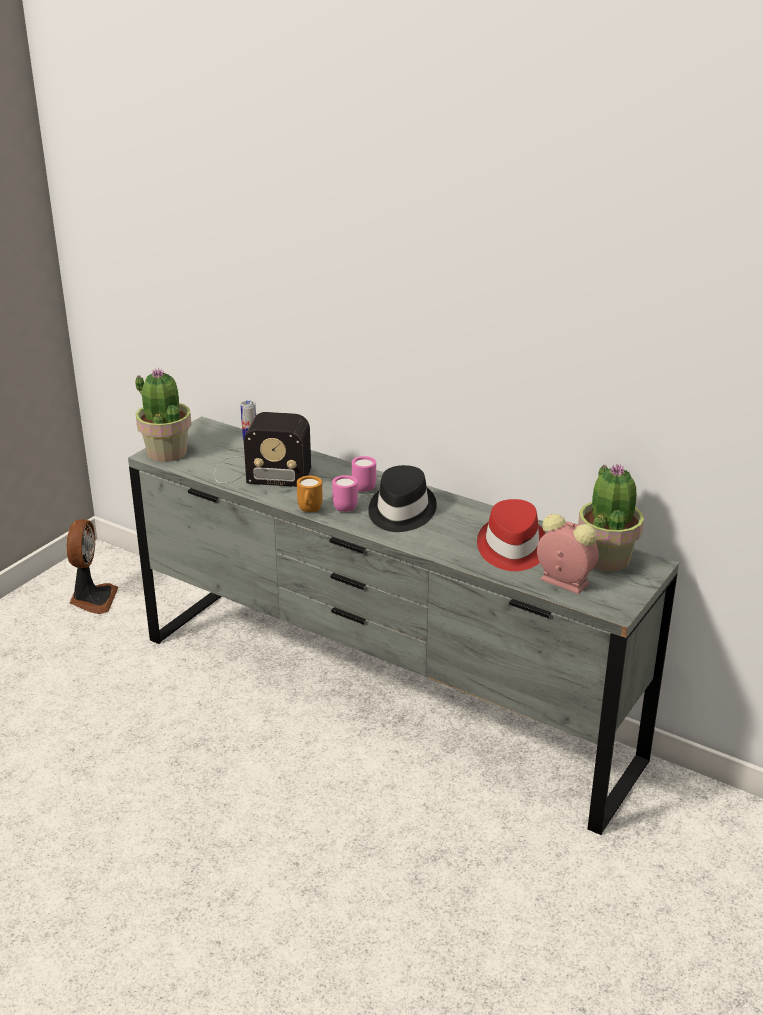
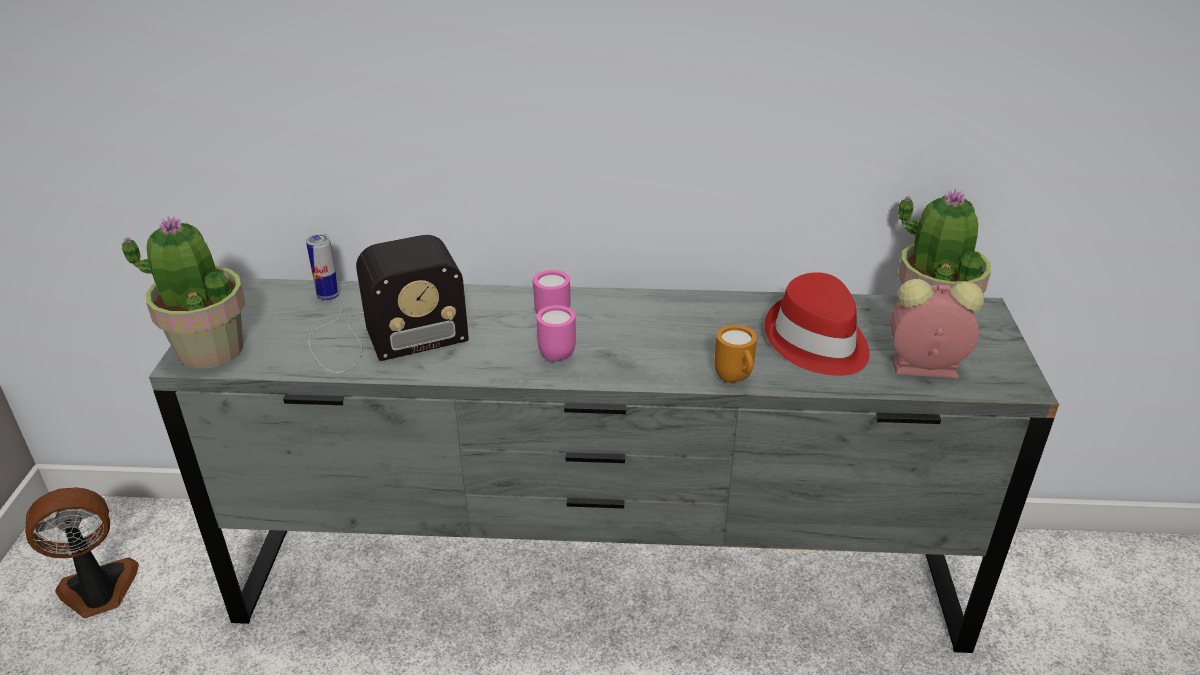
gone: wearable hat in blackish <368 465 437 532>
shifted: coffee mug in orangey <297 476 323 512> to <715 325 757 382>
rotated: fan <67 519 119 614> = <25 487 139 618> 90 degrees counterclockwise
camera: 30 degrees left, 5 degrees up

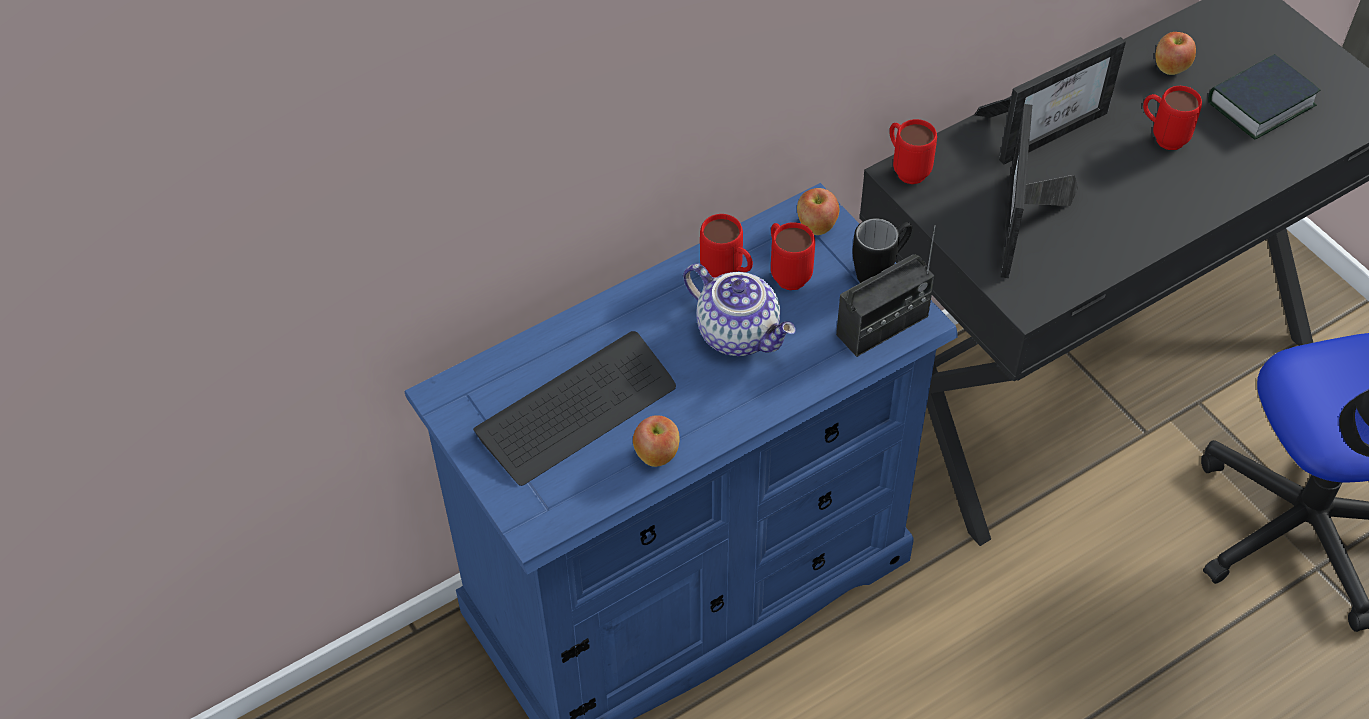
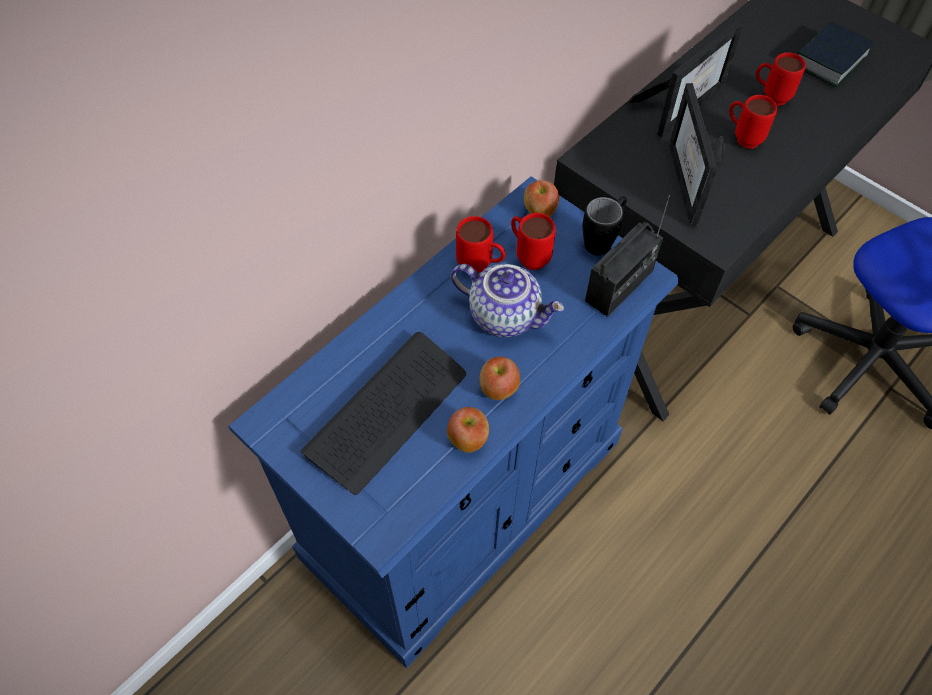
shifted: apple <1156 32 1196 75> to <480 357 520 400>; coffee mug in reddish <889 119 937 184> to <729 95 777 149>
camera: 15 degrees left, 5 degrees up

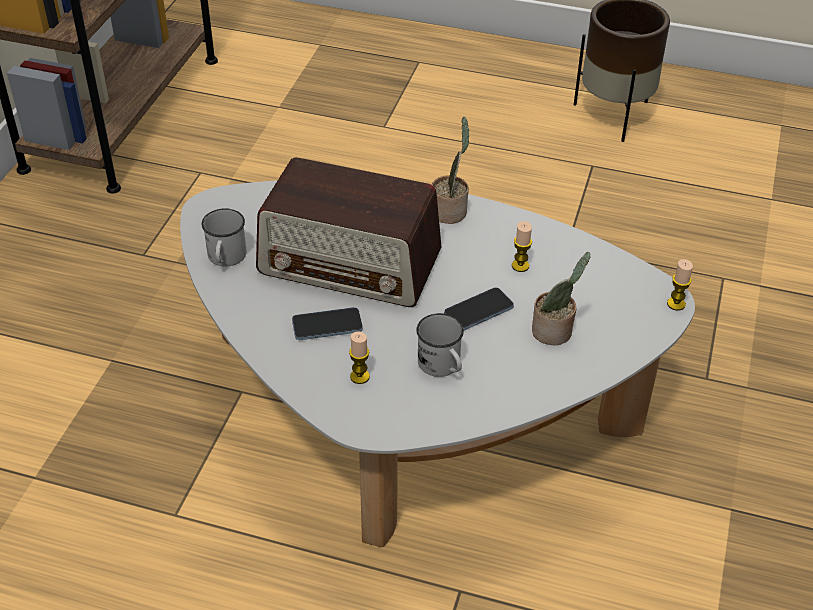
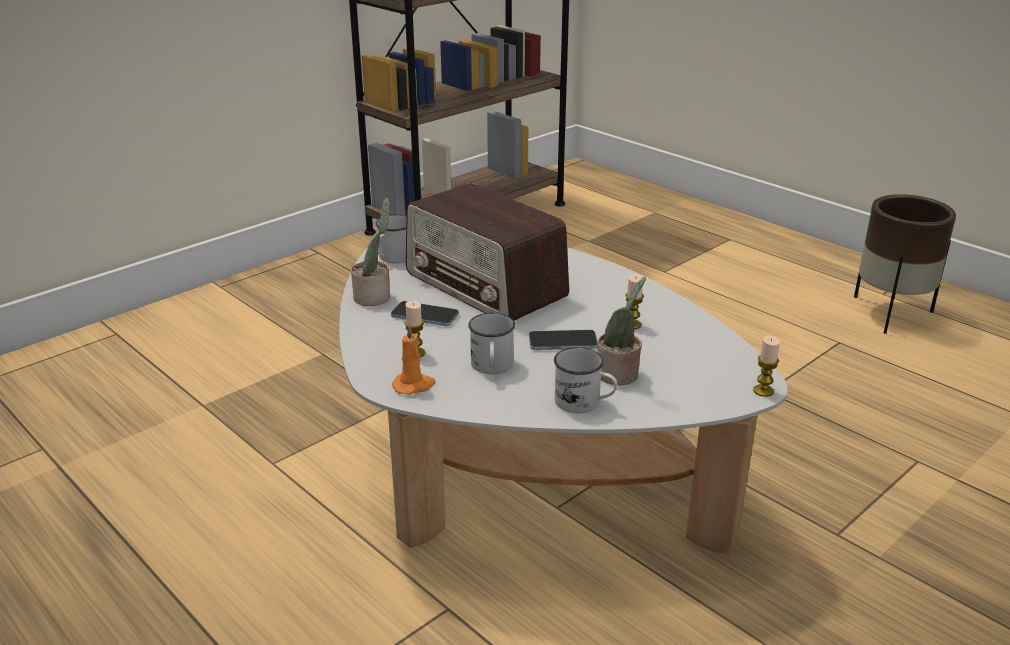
new: candle in orangey <392 324 436 395>; coffee mug in whitish <554 347 617 413>
shifted: potted plant <432 117 470 224> to <351 198 390 306>
camera: 30 degrees right, 15 degrees down

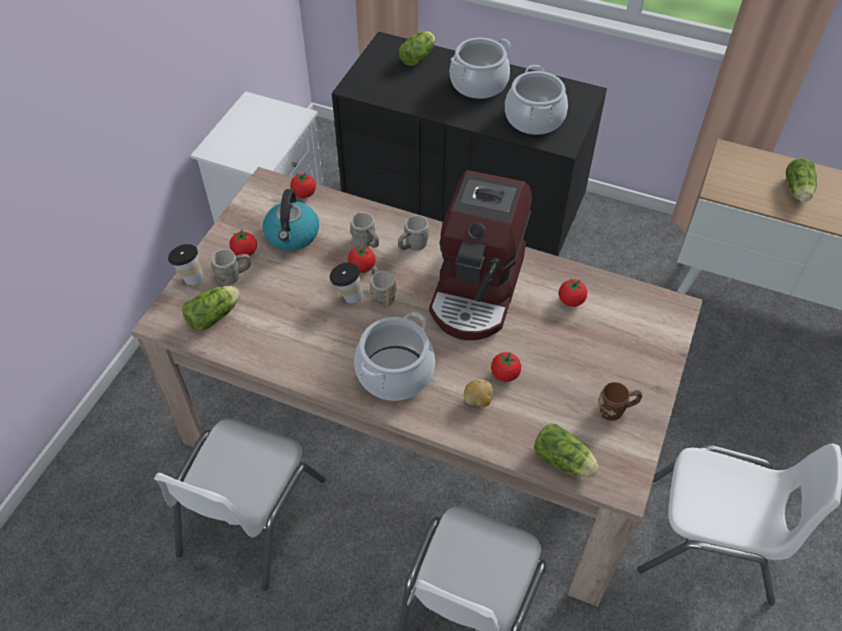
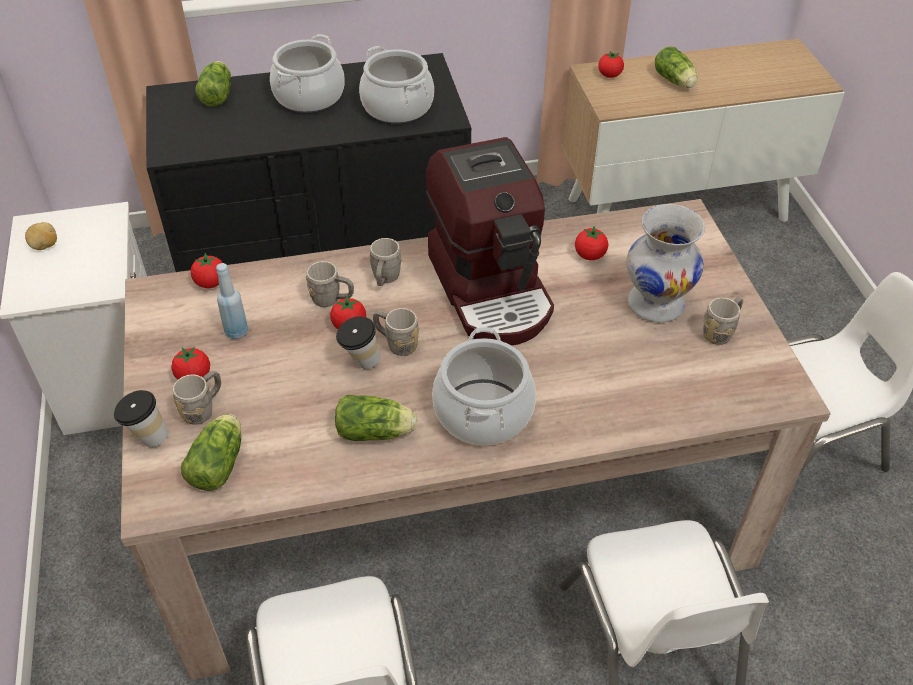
new: vase in whitish <626 204 705 322>
shifted: whole tomato <491 352 521 382> to <598 51 624 78>; spud <464 379 493 407> to <25 222 57 250>; lettuce head <534 424 599 477> to <335 395 417 441>
swapped: water kettle <263 189 319 251> to drink bottle in bluish <216 263 248 339>
repainted: coffee mug in brown-coloured <598 382 642 421> to coffee mug in grey <703 297 743 345>
camera: 35 degrees left, 5 degrees down

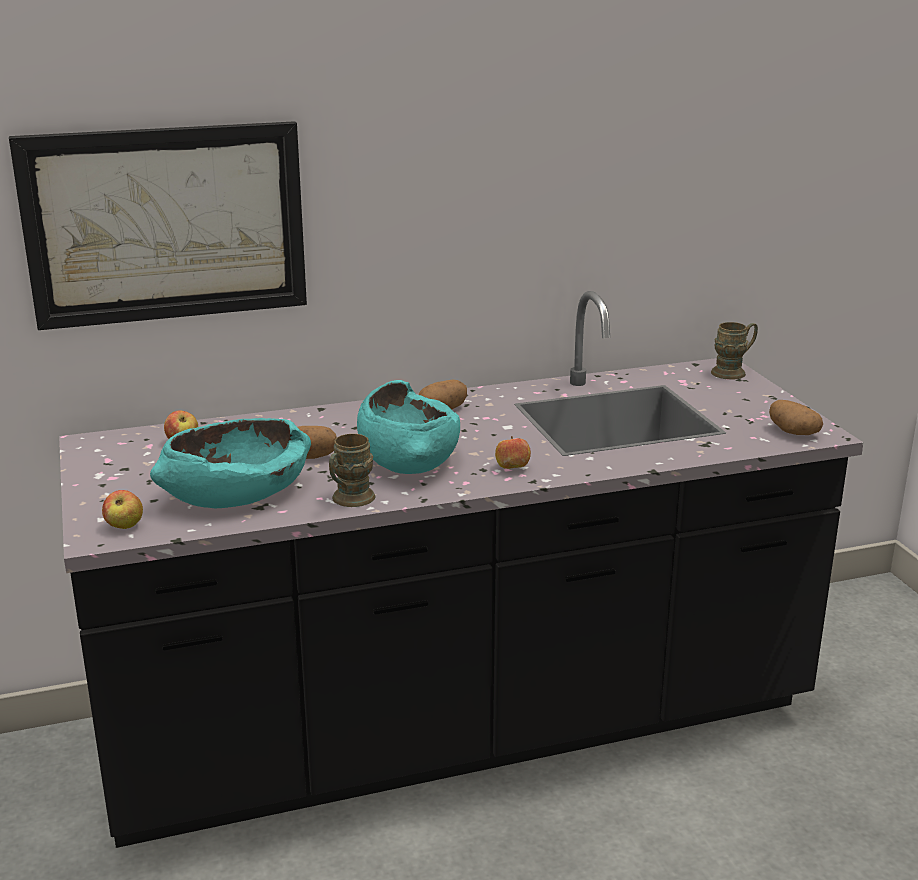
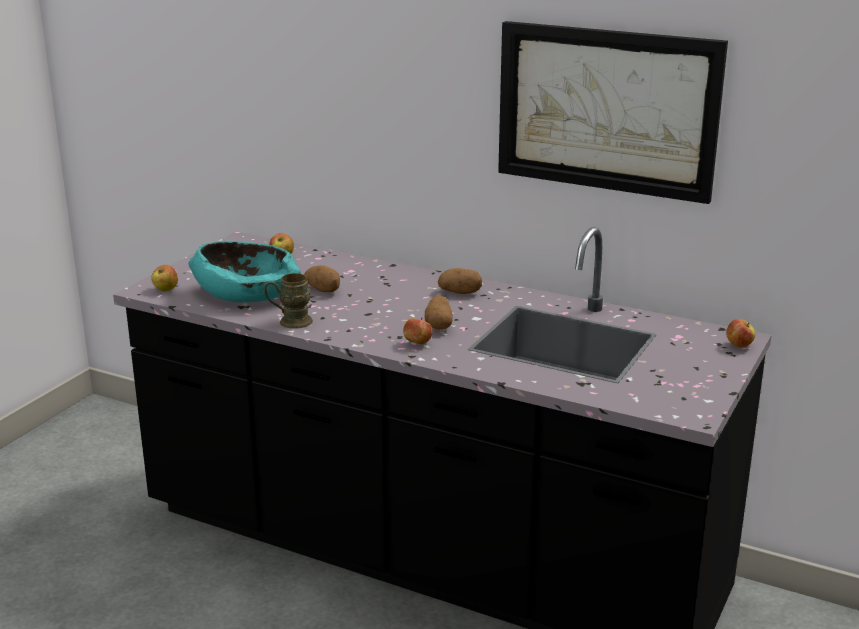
gone: serving bowl in turquoise <357 380 460 474>
shifted: wall art <9 121 307 330> to <498 21 728 204>; spud <769 400 823 435> to <425 296 453 330>
swapped: coffee mug in brown-coloured <711 322 758 380> to apple <726 319 755 347>
camera: 45 degrees right, 0 degrees up

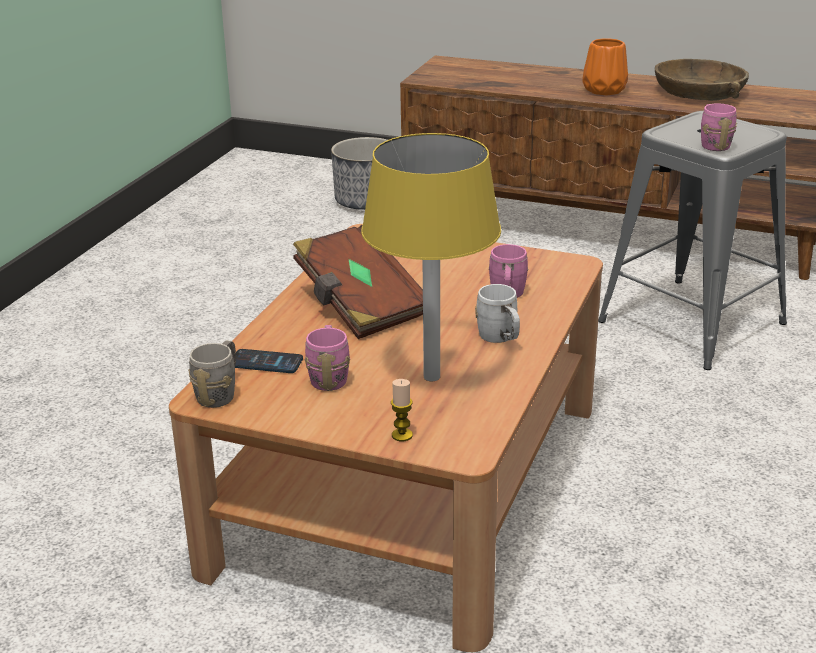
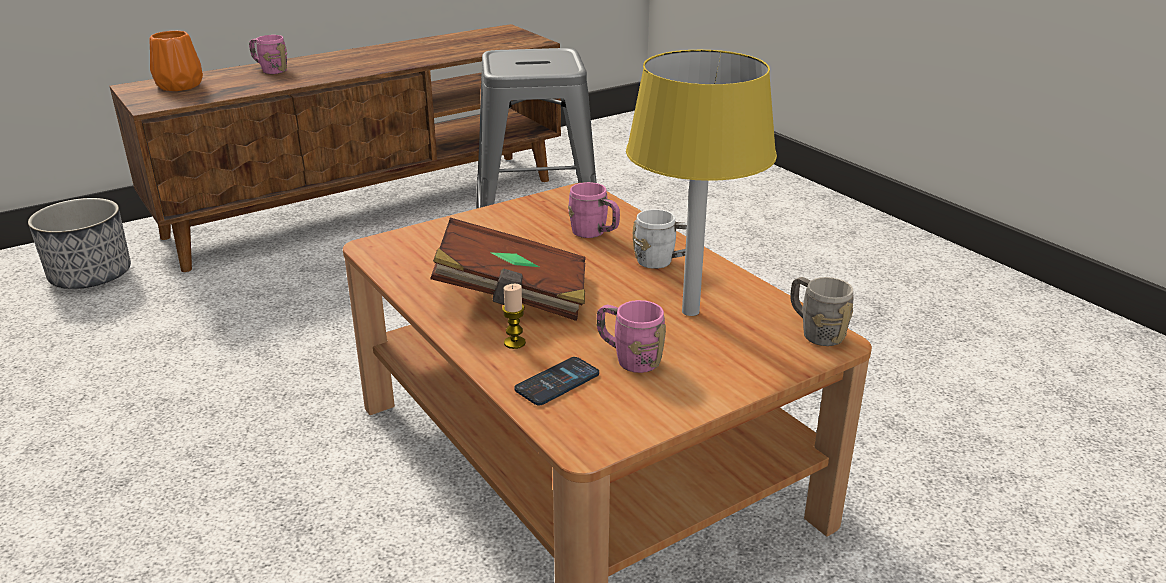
gone: serving bowl in brown-coloured <655 59 749 101>
shifted: vase in orangey <582 38 628 95> to <149 31 203 91>; coffee mug in pinkish <701 104 737 151> to <249 35 287 74>; coffee mug in grey <188 341 236 408> to <790 277 854 346>; candle <391 379 413 441> to <502 284 526 349>
camera: 55 degrees left, 0 degrees up

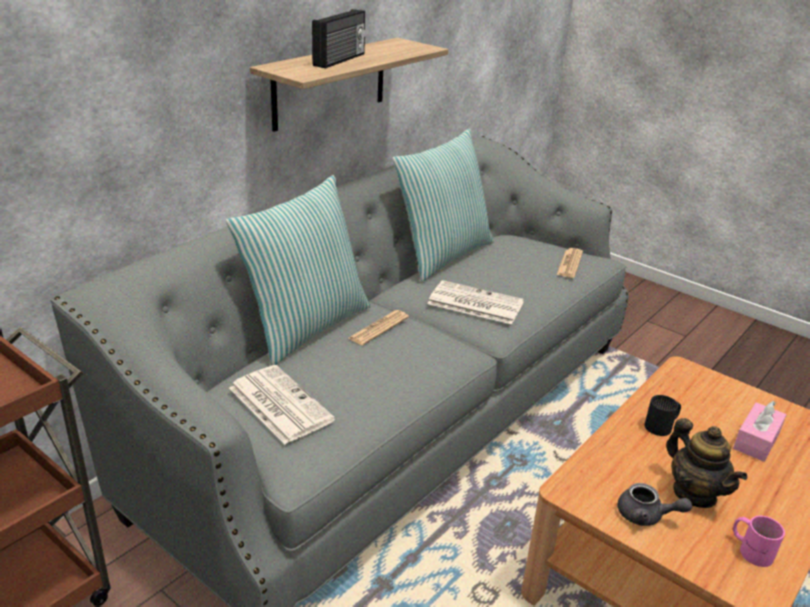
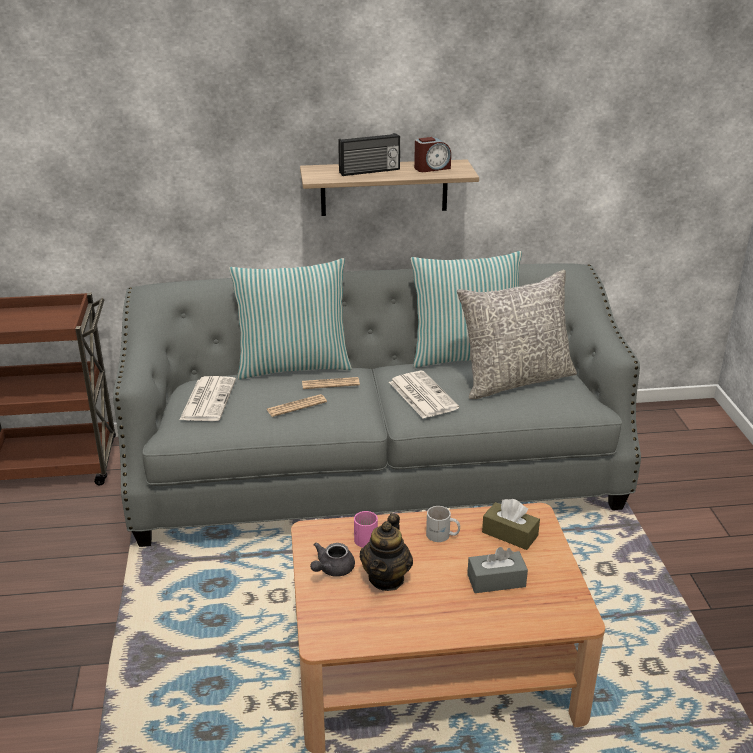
new: alarm clock <414 137 451 172>; pillow in grey <457 270 577 399>; tissue box in brown-coloured <482 499 540 550>
shifted: newspaper <557 248 583 278> to <266 394 327 417>; coffee mug in pinkish <733 515 785 567> to <354 511 378 548>
repainted: coffee mug in blackish <644 395 681 436> to coffee mug in whitish <426 506 460 542>; tissue box in pinkish <733 401 786 462> to tissue box in grey <467 547 528 593>
rotated: tea pot in grey <617 483 692 526> = <310 543 355 577> 60 degrees clockwise
camera: 45 degrees right, 0 degrees up

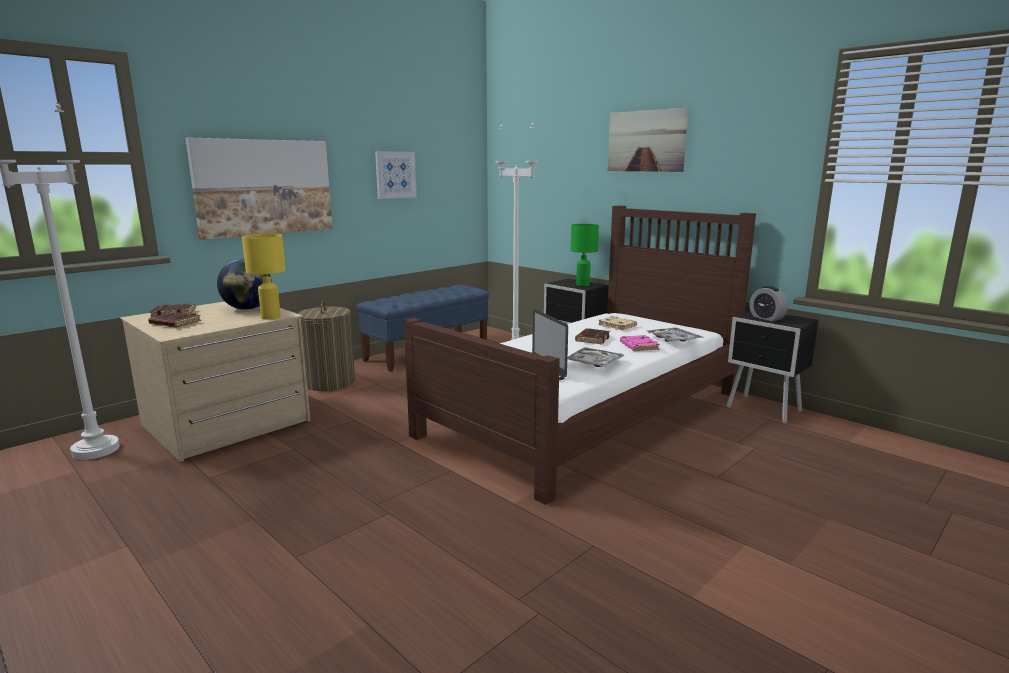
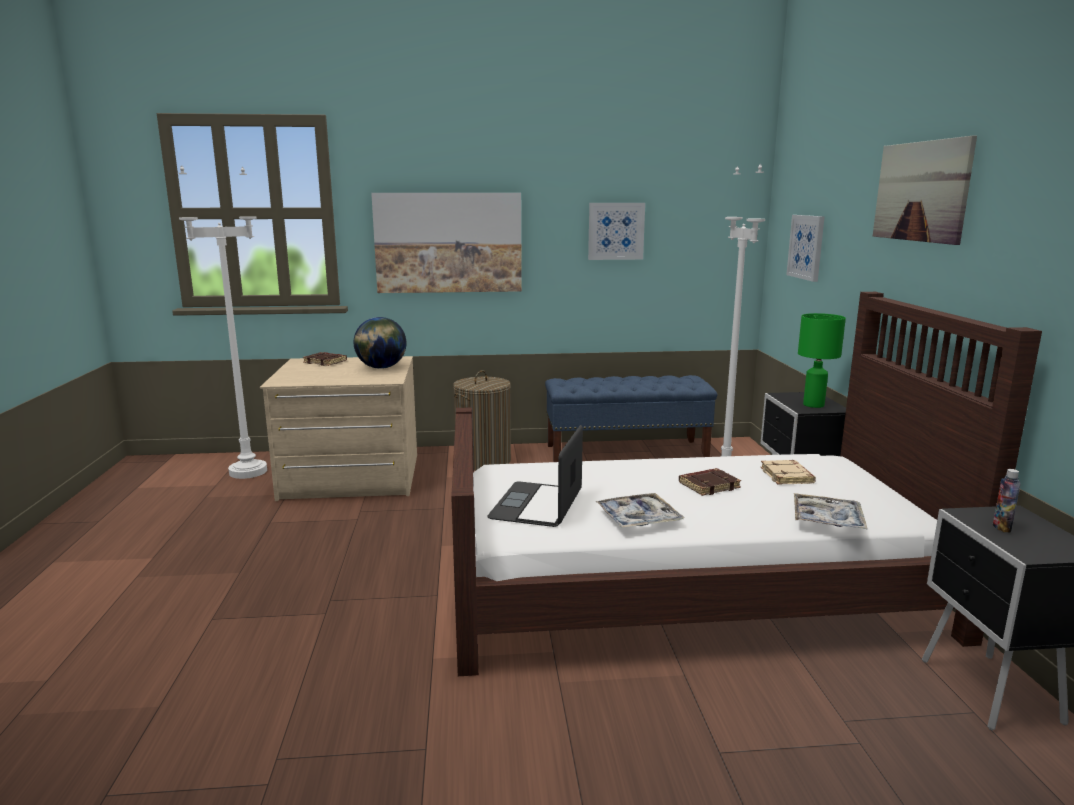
gone: lamp for a table in yellow-coloured <242 234 286 320>; book in brown-coloured <148 312 201 327>; book in pinkish <620 335 660 351>
new: wall art <786 215 825 282>
swapped: alarm clock <750 286 788 321> to drink bottle <993 469 1020 533>
camera: 40 degrees right, 0 degrees up

